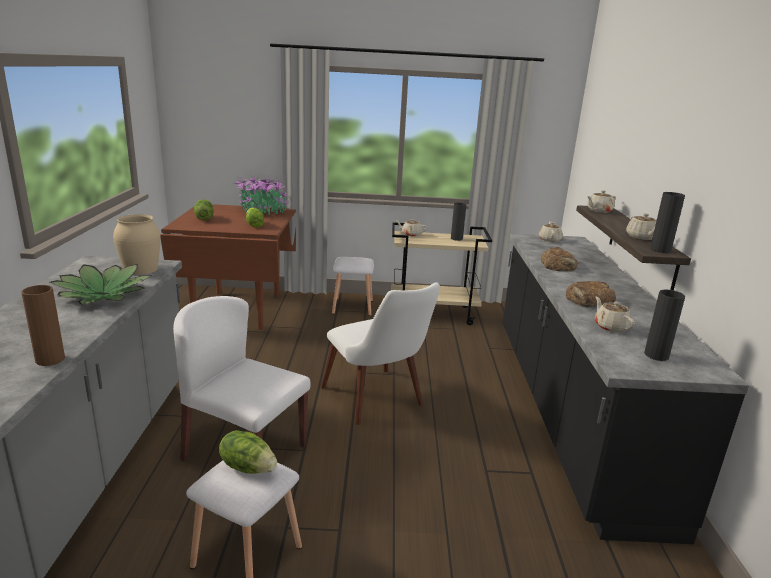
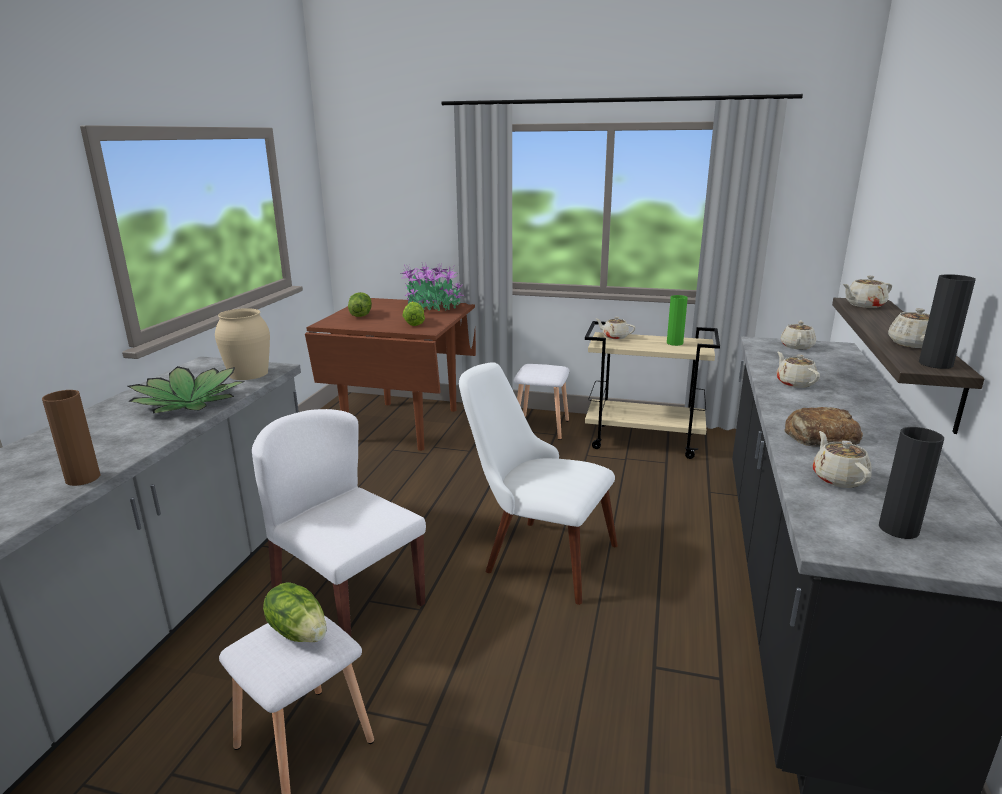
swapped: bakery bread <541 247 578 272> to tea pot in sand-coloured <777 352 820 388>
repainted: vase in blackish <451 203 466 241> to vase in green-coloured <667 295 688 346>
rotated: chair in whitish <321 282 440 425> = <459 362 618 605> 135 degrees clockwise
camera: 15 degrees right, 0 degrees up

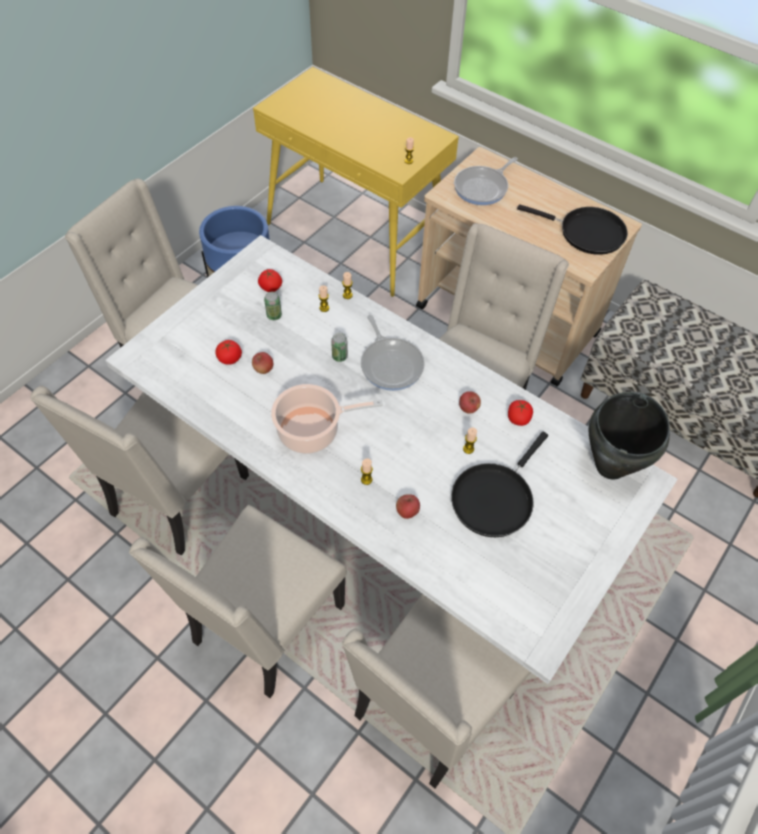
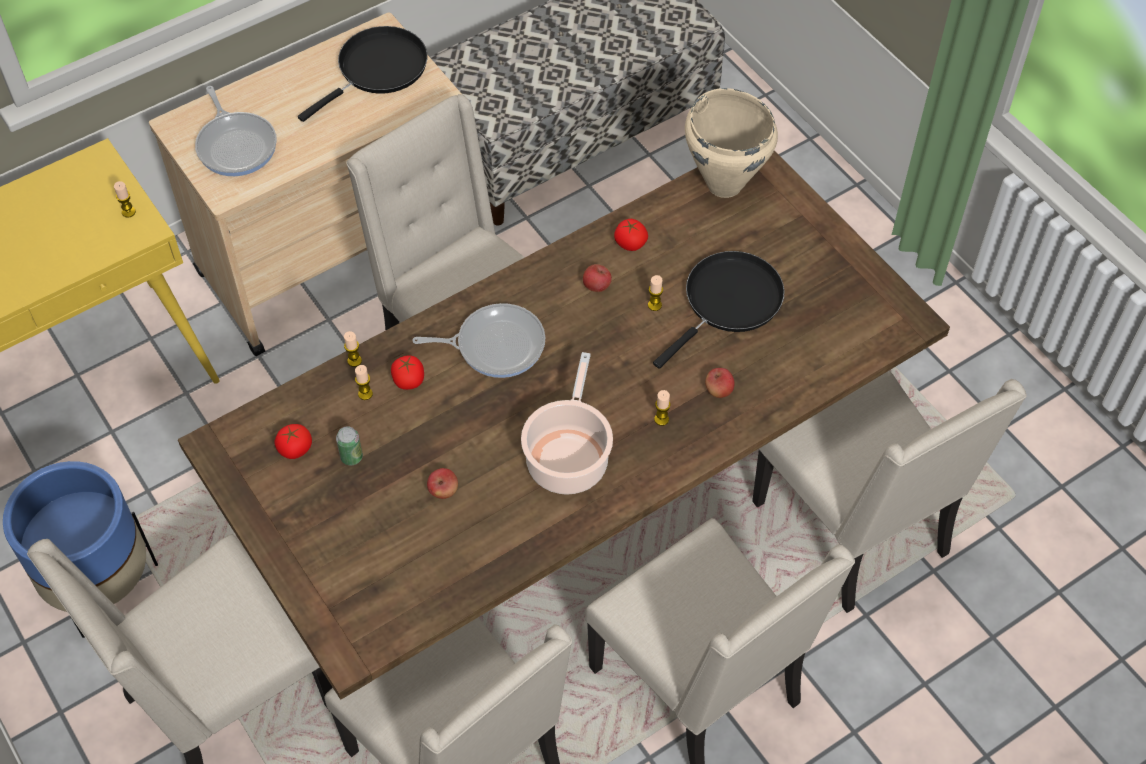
gone: sealed can <331 333 348 362>
shifted: whole tomato <215 340 242 365> to <391 355 424 390>
repainted: kitchen table in whitish <105 235 678 684> to kitchen table in brown-coloured <178 150 950 699>; cooking pot in blackish <589 392 670 480> to cooking pot in sand-coloured <685 88 778 198>
rotated: frying pan in blackish <451 432 548 537> = <653 251 785 369> 105 degrees counterclockwise
camera: 70 degrees left, 0 degrees up

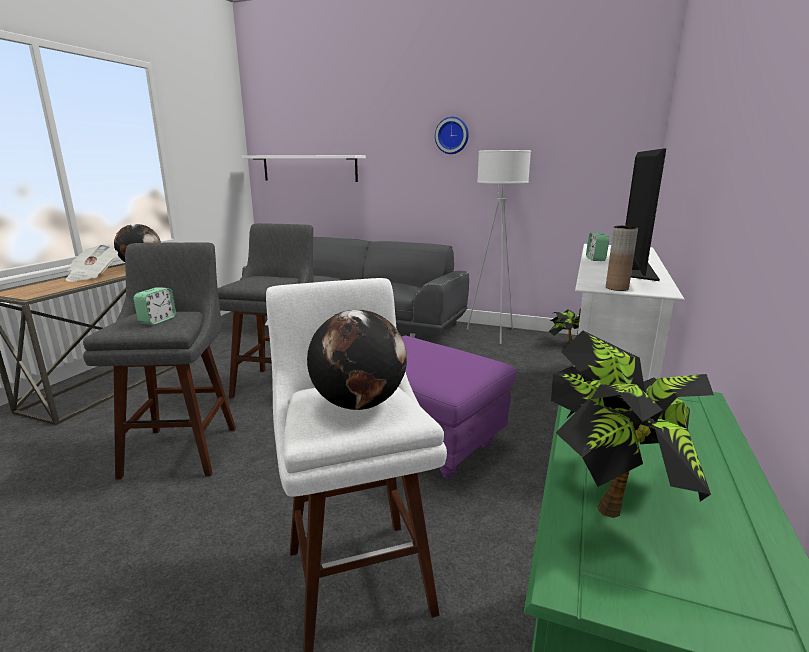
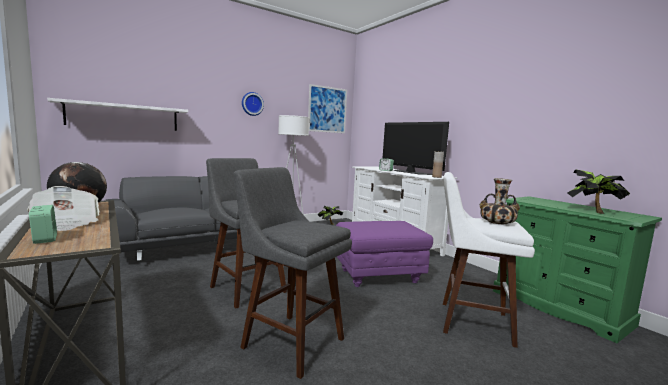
new: wall art <308 84 347 133>
shifted: alarm clock <133 287 176 325> to <29 205 57 244>
swapped: world globe <307 310 407 410> to vase <479 178 520 224>
camera: 55 degrees left, 10 degrees down

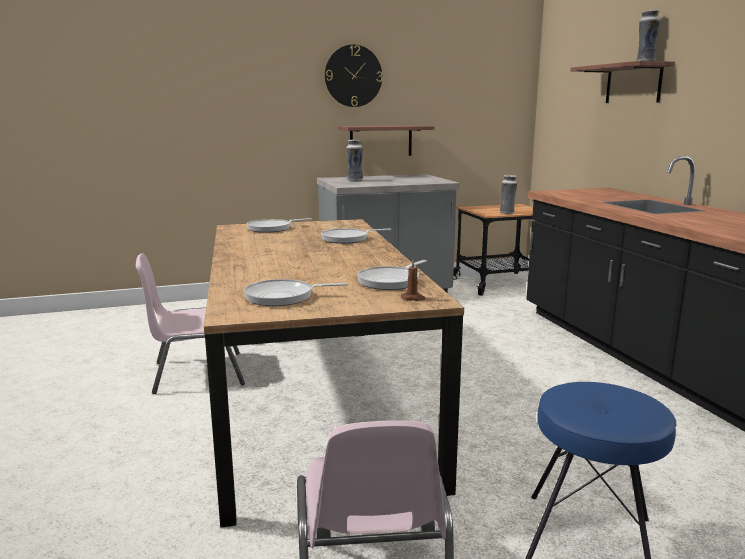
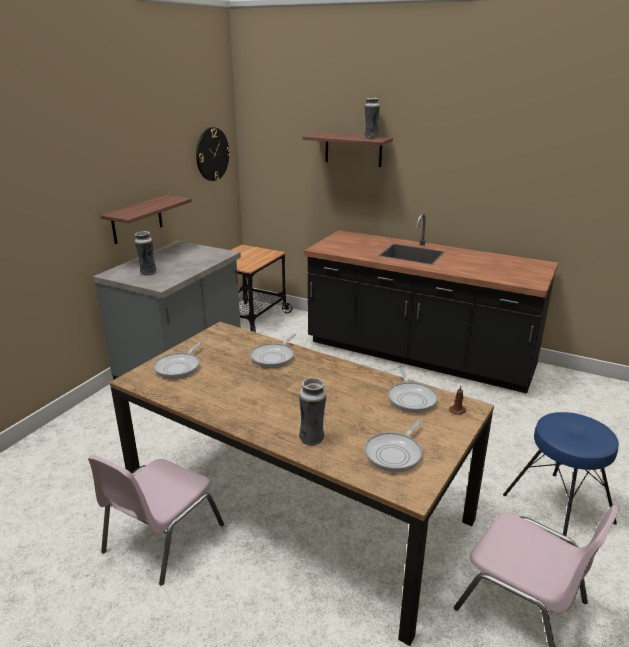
shifted: wall clock <325 45 382 107> to <196 127 231 181>; vase <500 175 517 214> to <299 378 327 446>
camera: 45 degrees left, 10 degrees up

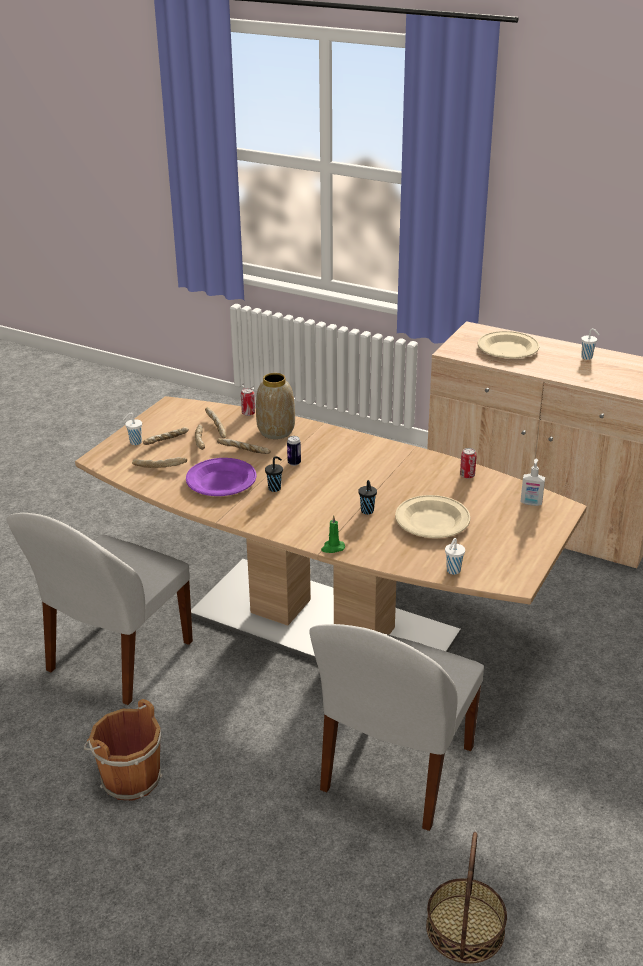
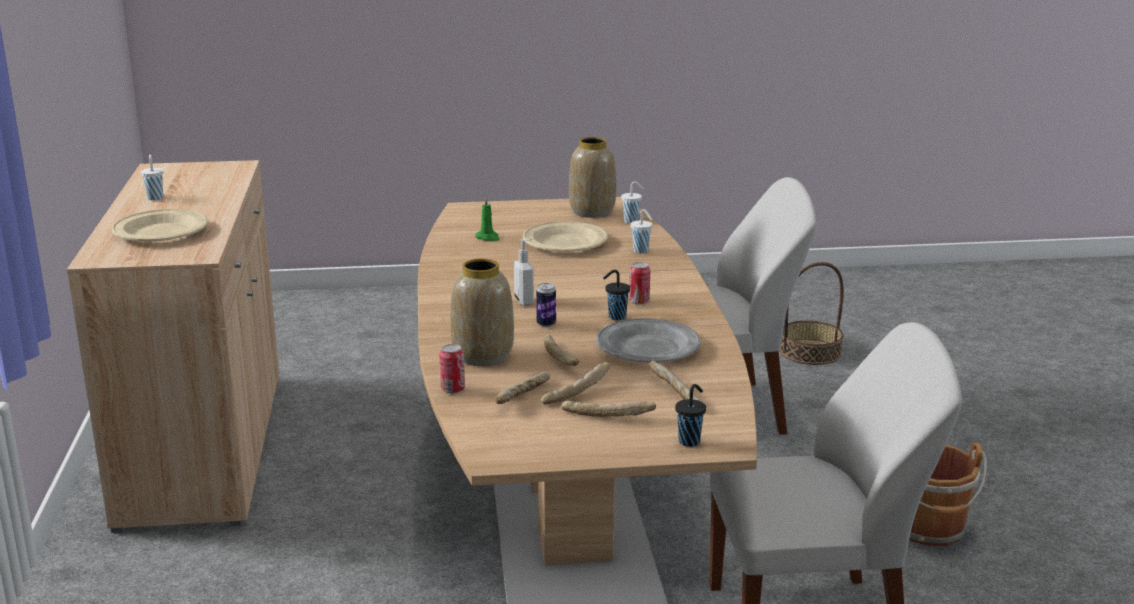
new: vase <569 137 616 218>
shifted: cup in whitish <123 413 142 445> to <631 209 652 253>; sealed can <460 448 477 479> to <629 262 650 304>; liquid soap bottle <520 459 545 506> to <514 239 534 306>; cup in blackish <358 480 377 514> to <675 384 706 447>; candle in green-coloured <321 515 345 553> to <475 197 500 241>
repainted: flat dish in purplish <186 458 257 496> to flat dish in grey <596 318 701 363>
camera: 125 degrees left, 10 degrees down

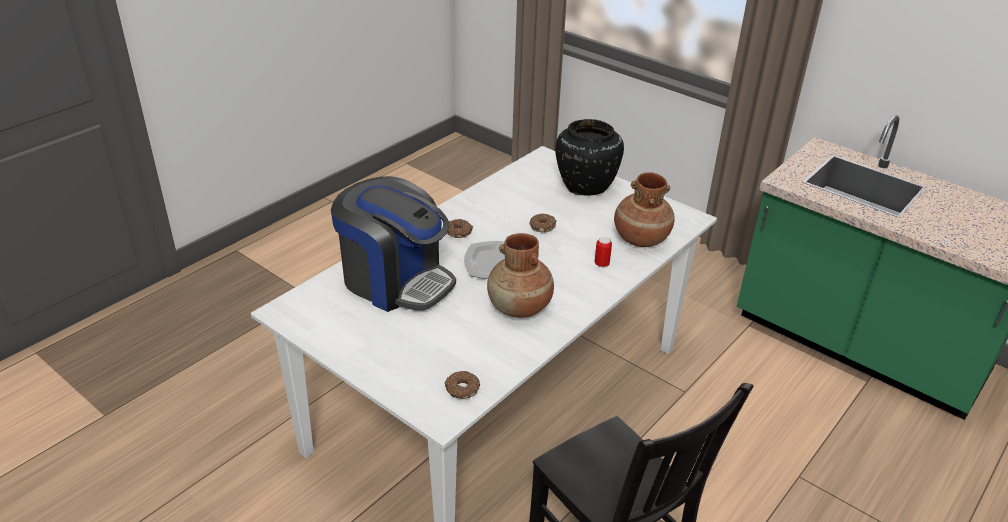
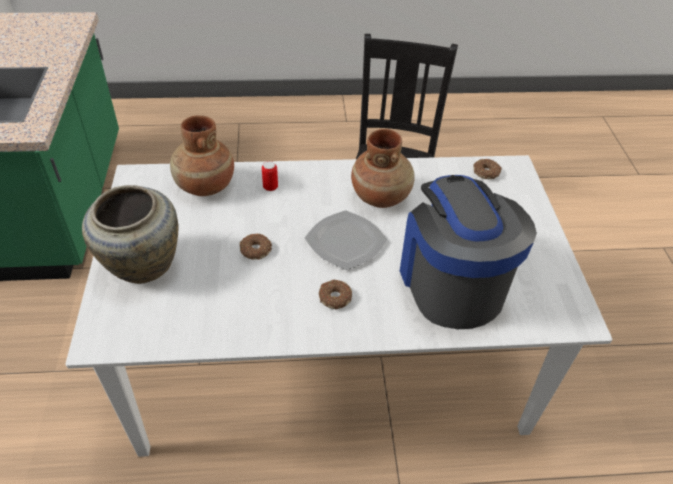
repainted: vase in blackish <555 119 624 195> to vase in sand-coloured <82 185 179 284>
camera: 135 degrees left, 10 degrees up

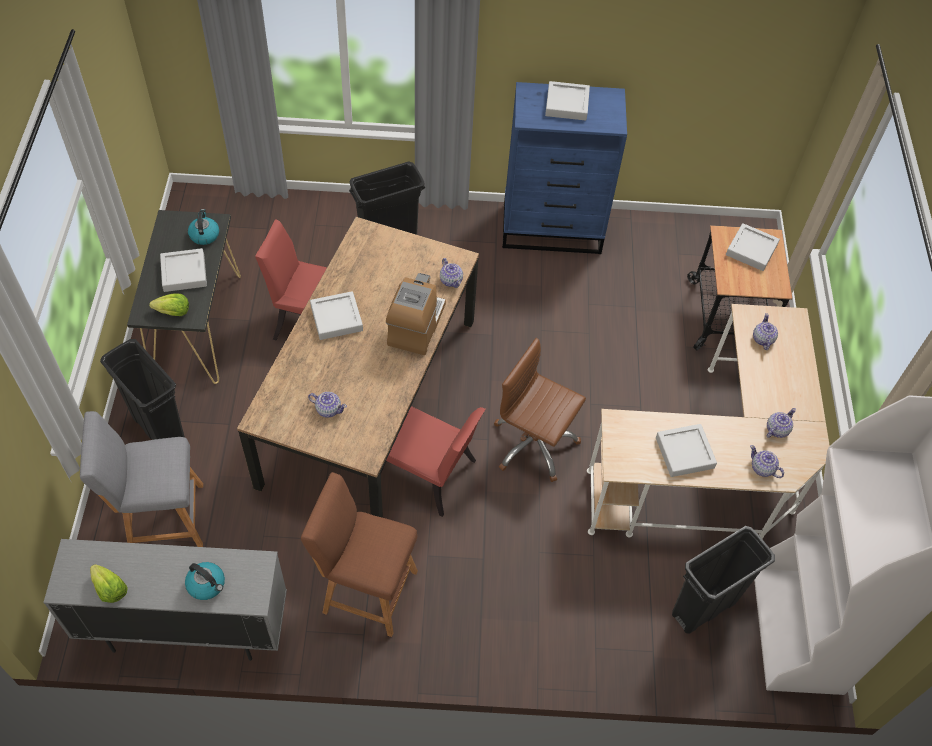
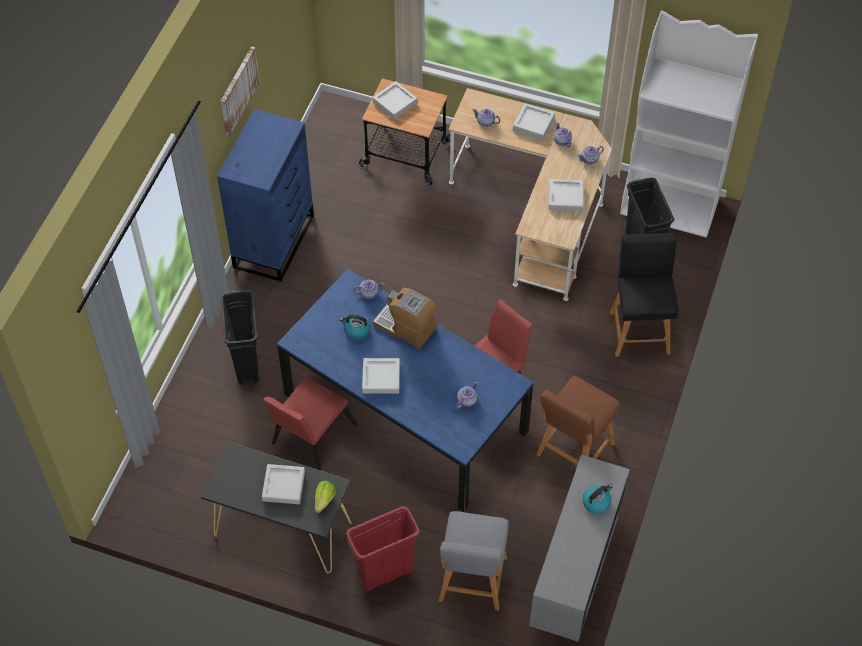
gone: desk chair in brown-coloured <494 338 586 482>; lettuce head <90 564 128 603>
new: wall art <221 46 260 136>; sitting stool in blackish <610 233 678 357>
shifted: tray in grey <545 81 590 121> to <513 103 555 140>; water kettle <188 209 219 245> to <340 315 371 340>
repainted: kitchen table in brown-coloured <237 217 479 518> to kitchen table in bluish <277 269 534 512>; rubbish bin in blackish <100 339 185 440> to rubbish bin in reddish <346 506 420 592>
camera: 70 degrees left, 0 degrees up

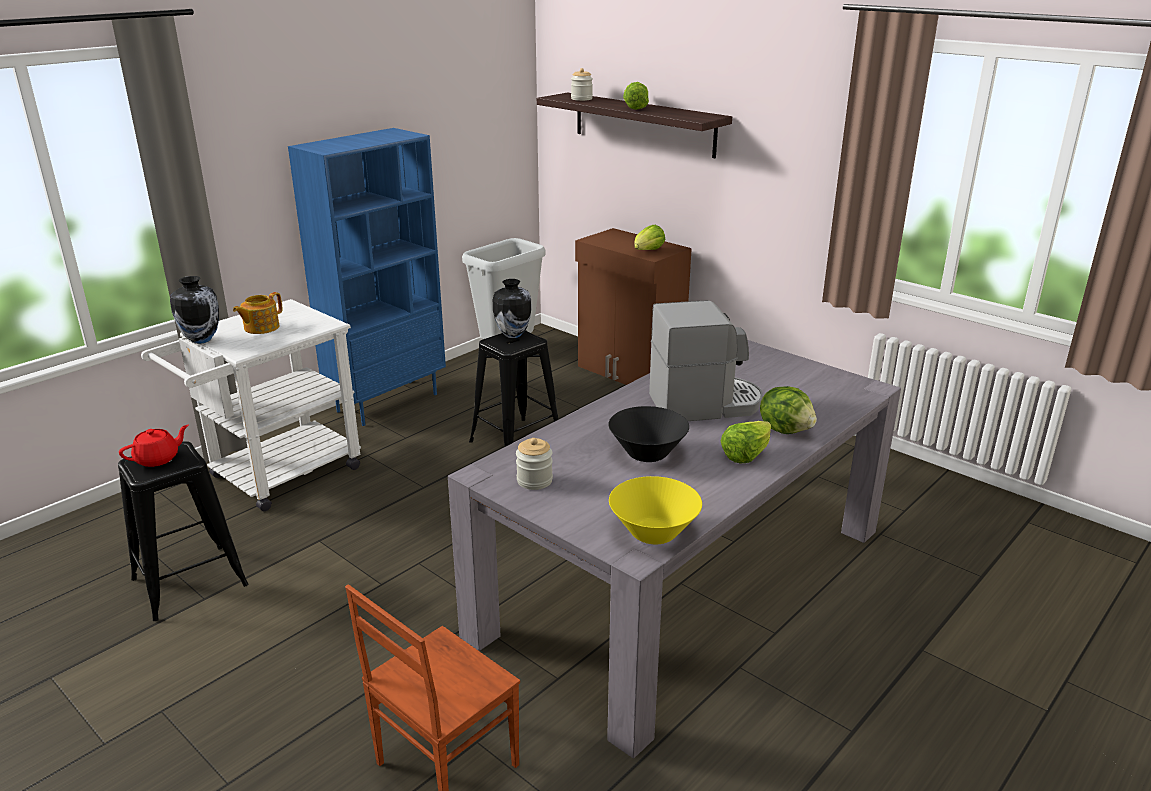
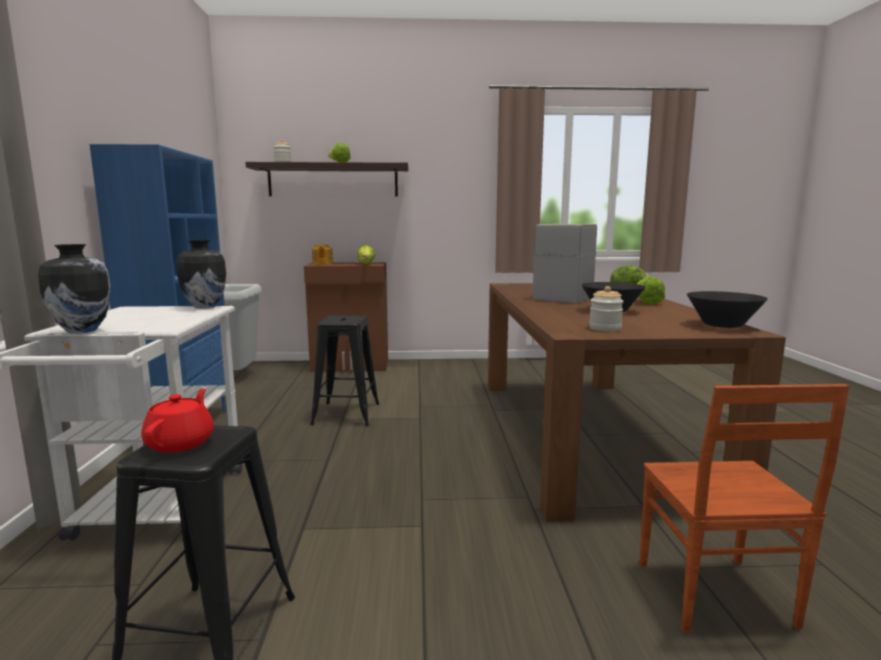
shifted: vase <493 279 532 338> to <176 240 226 309>; tea pot <233 292 282 334> to <312 244 333 264>
repainted: kitchen table in grey <448 340 901 759> to kitchen table in brown-coloured <488 283 786 522>; serving bowl in yellow-coloured <609 476 702 544> to serving bowl in blackish <687 291 768 328>
camera: 45 degrees left, 15 degrees down

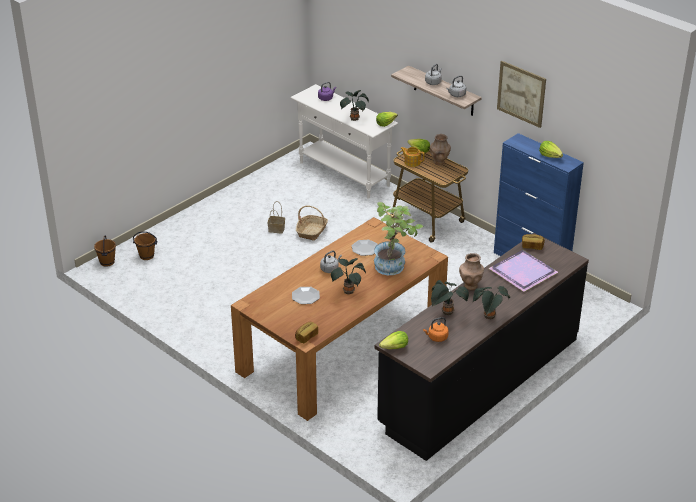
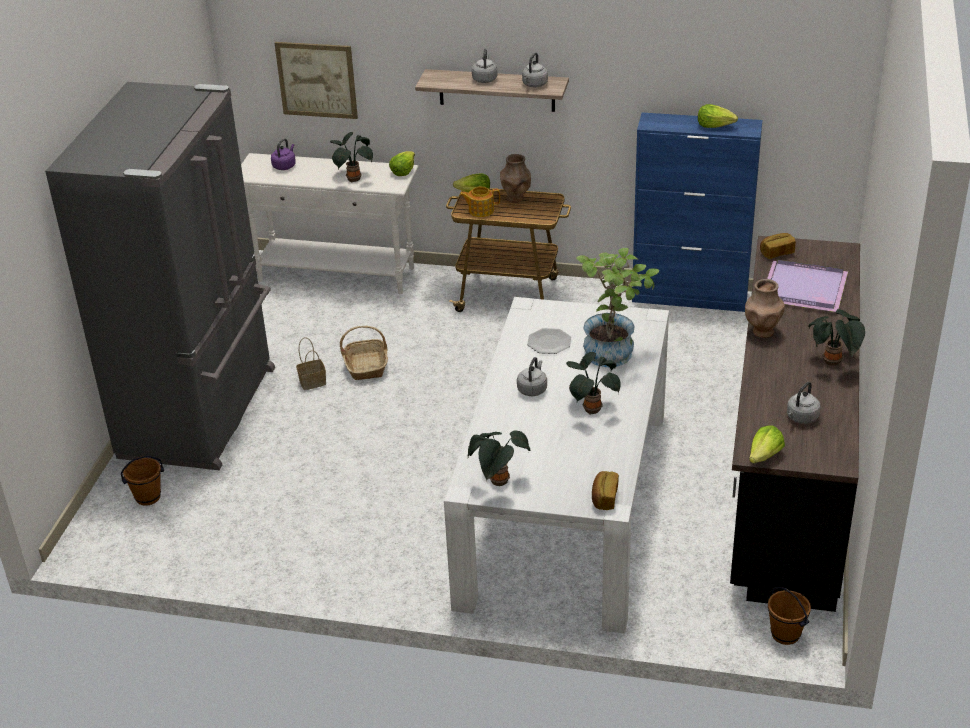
gone: flat dish <292 287 320 304>
new: refrigerator in grey <45 82 275 471>
shifted: wall art <497 61 546 128> to <275 42 358 119>; pail in brown-coloured <94 235 116 267> to <768 587 811 645>; potted plant <431 280 469 315> to <468 431 531 486>
repainted: kitchen table in brown-coloured <231 217 448 421> to kitchen table in whitish <444 297 669 633>; water kettle in orangey <423 317 449 342> to water kettle in grey <787 382 821 424>
camera: 30 degrees left, 0 degrees up

